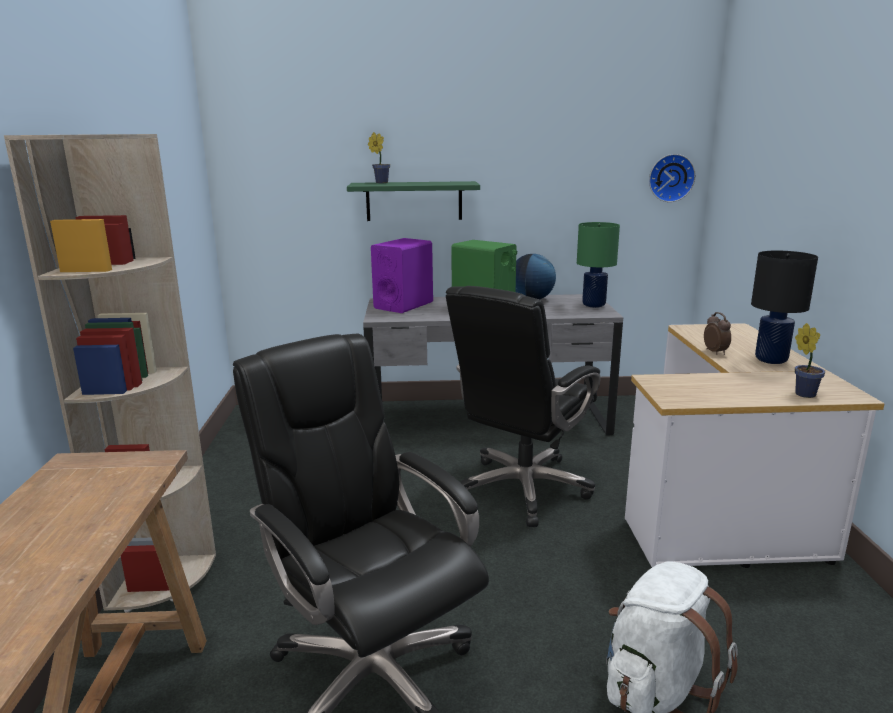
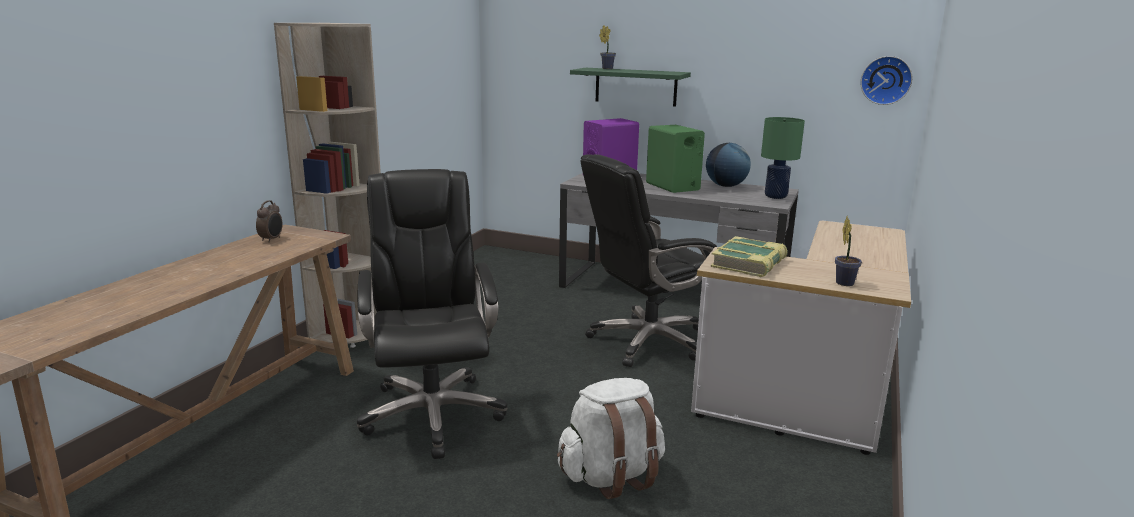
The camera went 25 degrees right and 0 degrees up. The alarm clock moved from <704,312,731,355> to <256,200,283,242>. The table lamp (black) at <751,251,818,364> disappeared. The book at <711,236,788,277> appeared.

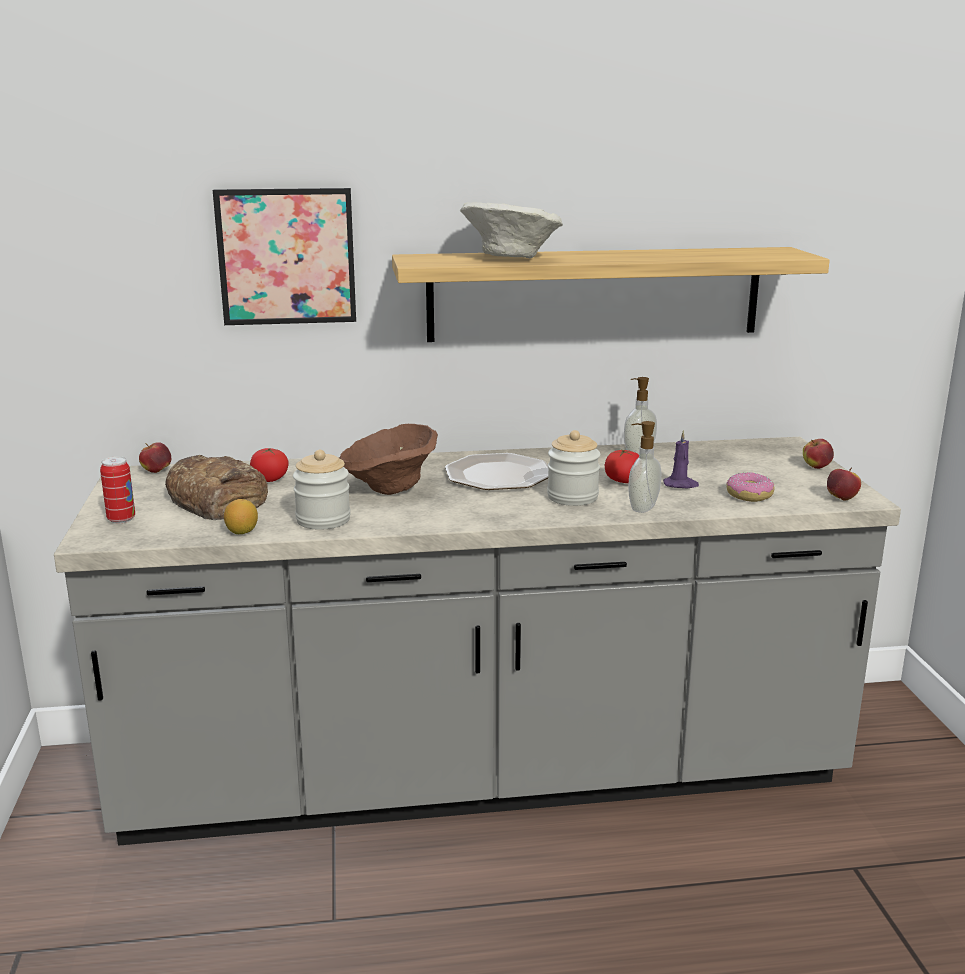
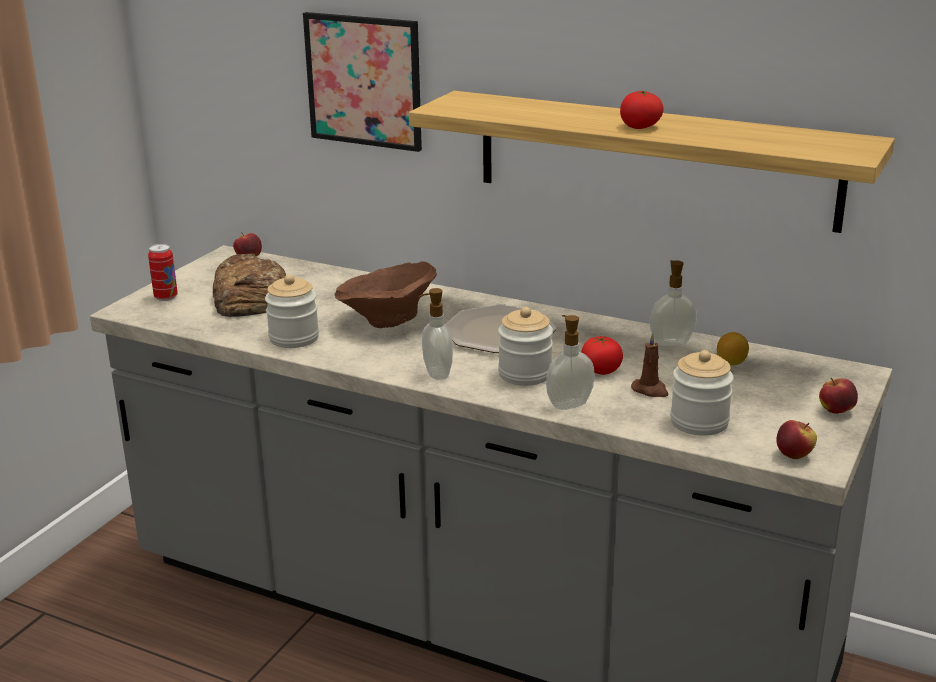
The camera went 35 degrees right and 5 degrees up. The lemon moved from <224,499,258,534> to <717,332,749,365>. The tomato moved from <250,448,288,482> to <620,91,664,129>. The bowl (beige) at <460,202,563,258> disappeared. The candle (purple) at <663,430,699,488> became the candle (brown) at <631,332,669,397>. The donut at <727,472,774,502> was replaced by the jar at <670,350,734,436>. The soap dispenser at <418,288,453,380> appeared.

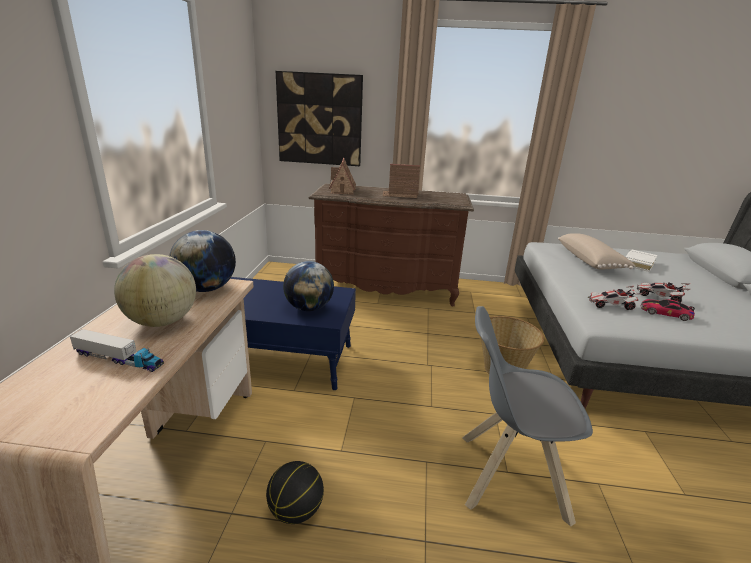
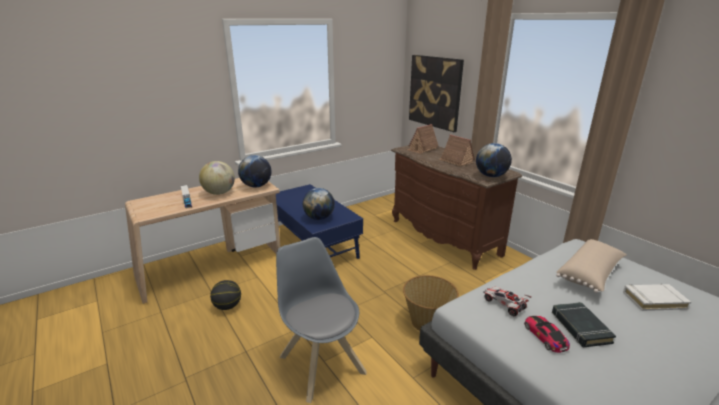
The camera went 50 degrees right and 0 degrees up. The toy car at <637,282,690,303> was replaced by the book (black) at <552,302,616,347>. The globe at <476,143,512,177> appeared.

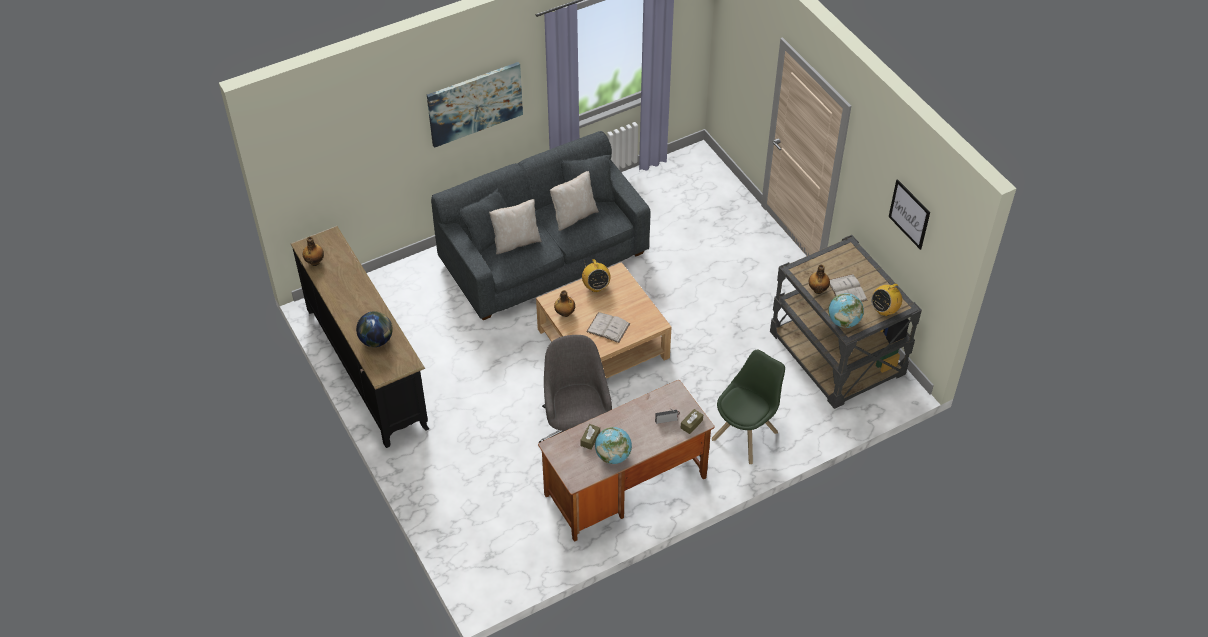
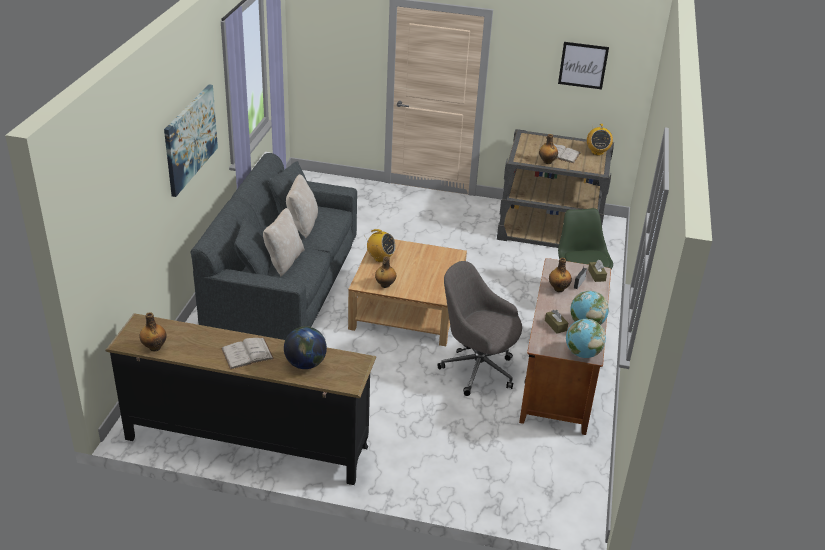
The camera went 50 degrees left and 15 degrees down. The book (white) moved from <586,312,630,343> to <221,338,274,369>. The globe moved from <828,293,864,328> to <566,319,606,358>. The bottle at <549,258,572,292> appeared.

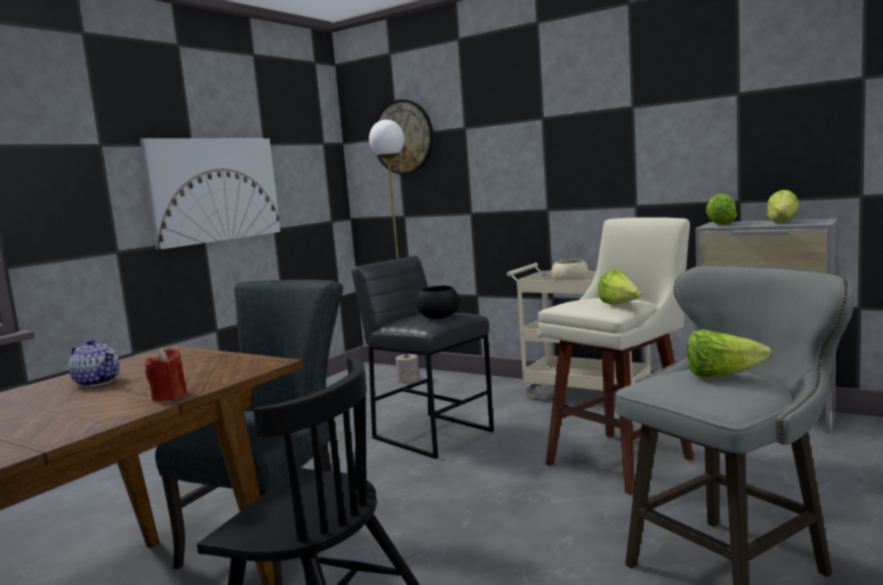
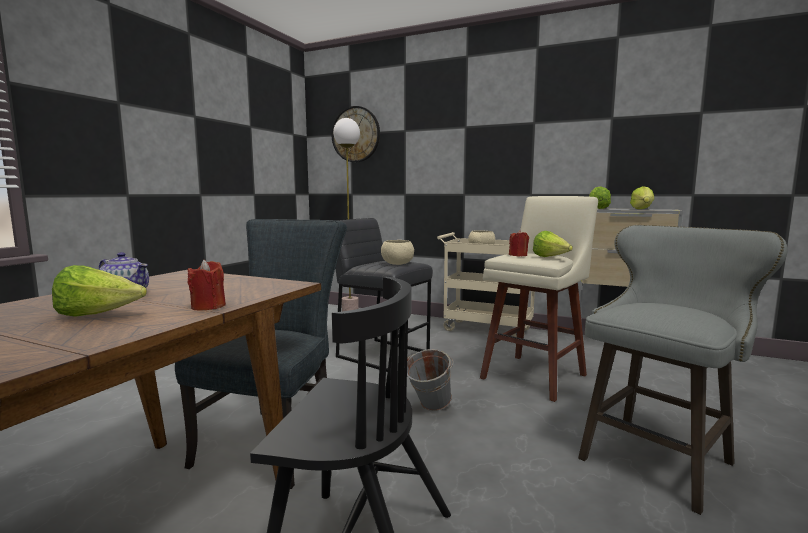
The camera went 10 degrees left and 0 degrees up. The picture at <140,138,281,250> disappeared. The bowl (black) at <416,286,459,319> became the bowl (beige) at <381,240,414,265>. The lettuce moved from <687,330,771,377> to <52,265,147,317>. The bucket (grey) at <407,349,454,411> appeared. The candle (red) at <509,230,529,256> appeared.

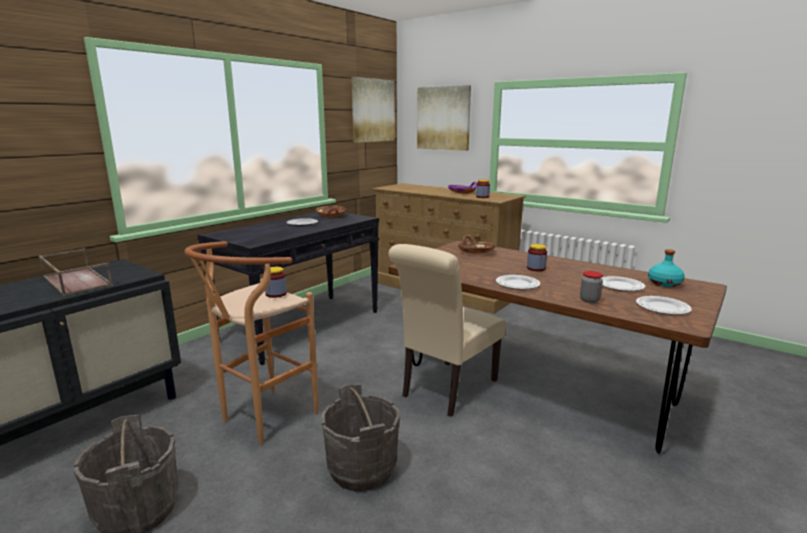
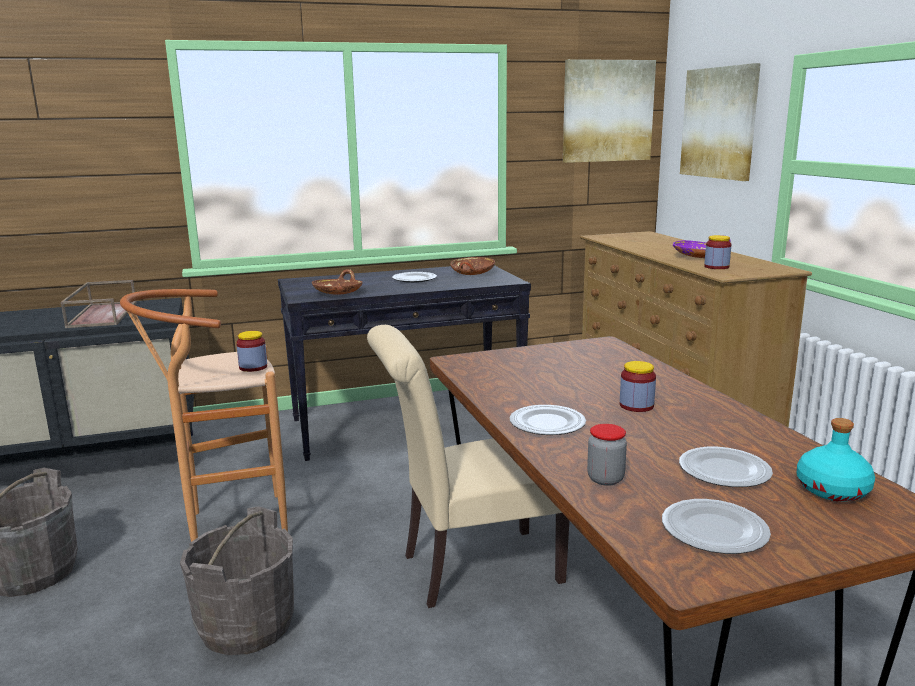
The camera went 35 degrees right and 0 degrees up. The bowl (brown) moved from <458,235,495,254> to <312,269,363,295>.

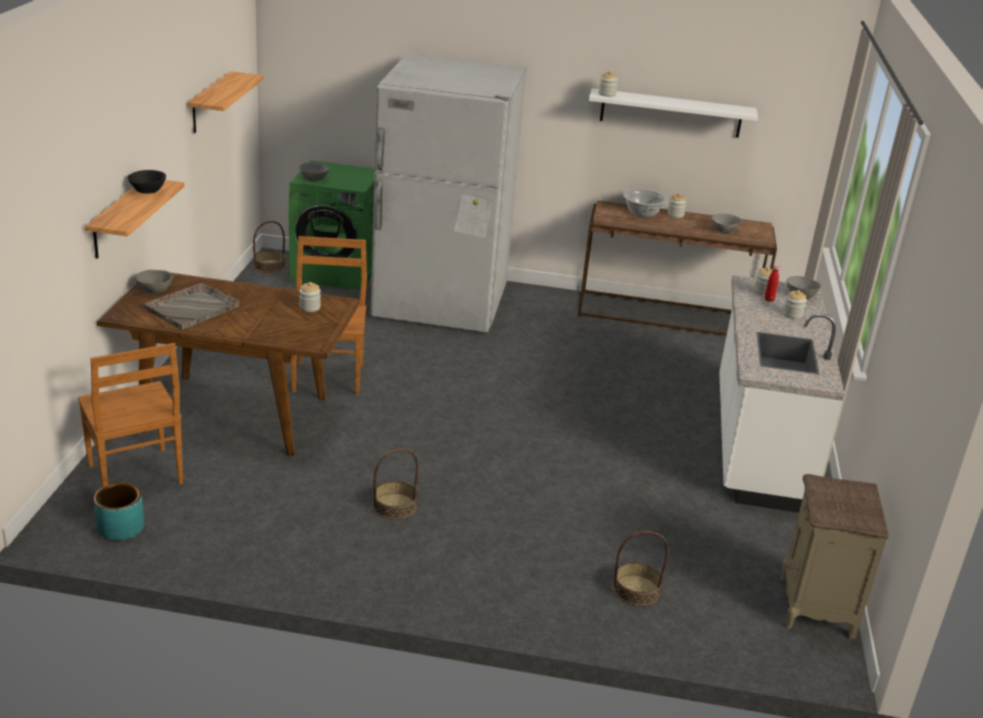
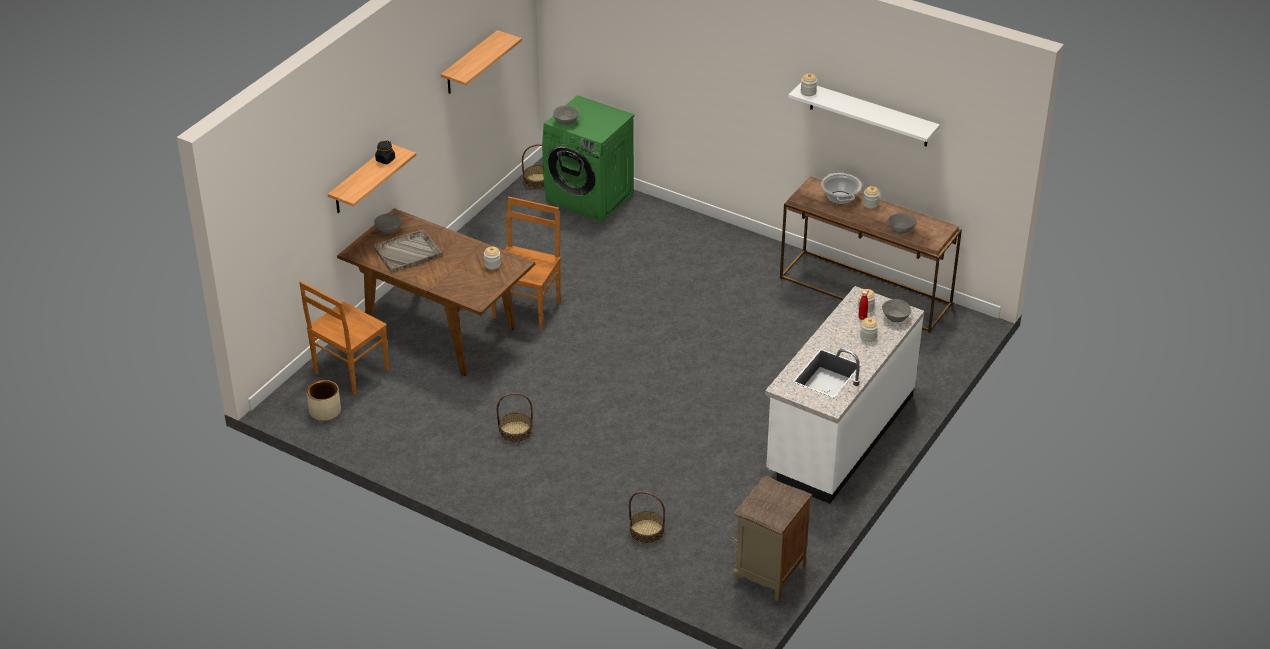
The camera went 25 degrees right and 10 degrees up. The chair (brown) at <78,343,183,488> turned 45 degrees clockwise. The planter (turquoise) at <94,483,144,541> became the planter (beige) at <307,380,341,421>. The bowl (black) at <127,170,166,194> was replaced by the jar (black) at <375,140,395,164>. The fridge (white) at <371,53,527,332> disappeared.

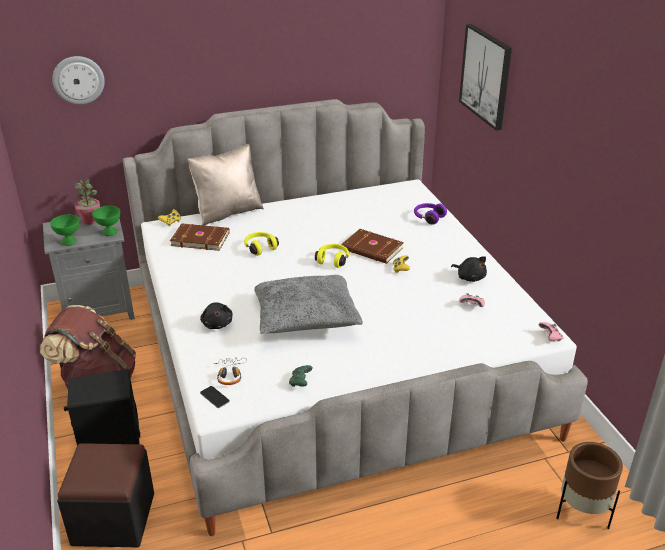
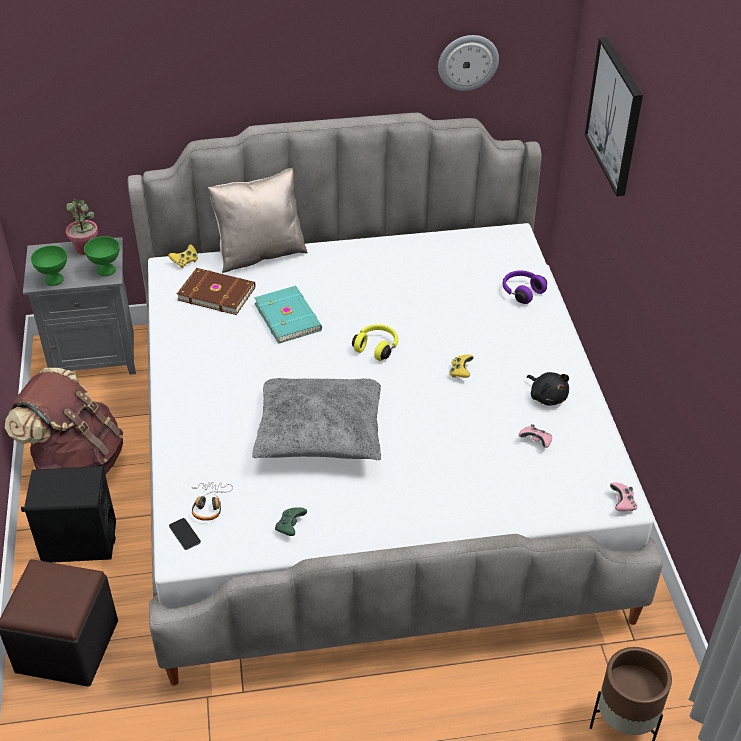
The camera went 10 degrees right and 10 degrees up. The wall clock moved from <52,56,105,104> to <438,35,499,91>. The plush toy (black) at <200,302,233,329> disappeared. The headphones (yellow) at <244,232,279,256> was replaced by the book (turquoise) at <254,286,322,344>. The book (brown) at <342,229,404,264> disappeared.

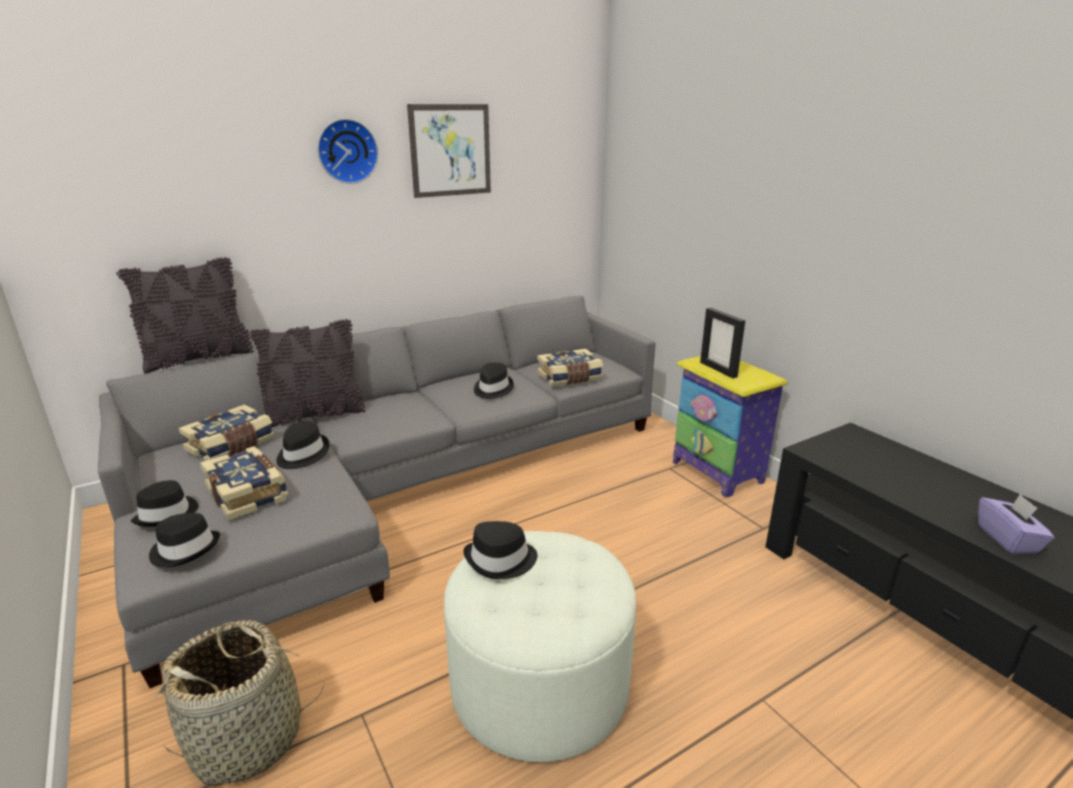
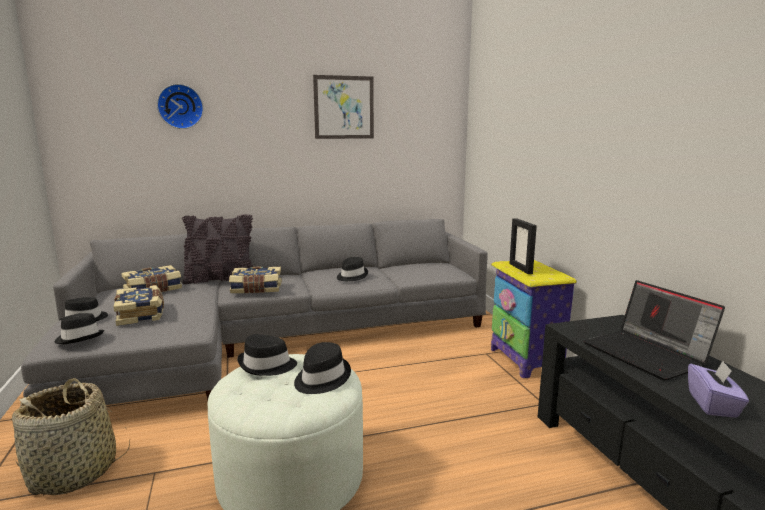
The camera went 15 degrees right and 10 degrees down. The pillow (black) at <116,257,254,374> disappeared. The hat (black) moved from <276,421,329,469> to <294,342,351,394>. The wall clock moved from <317,119,378,184> to <157,84,204,129>. The book moved from <537,349,603,387> to <229,267,282,293>. The laptop at <583,280,725,380> appeared.

